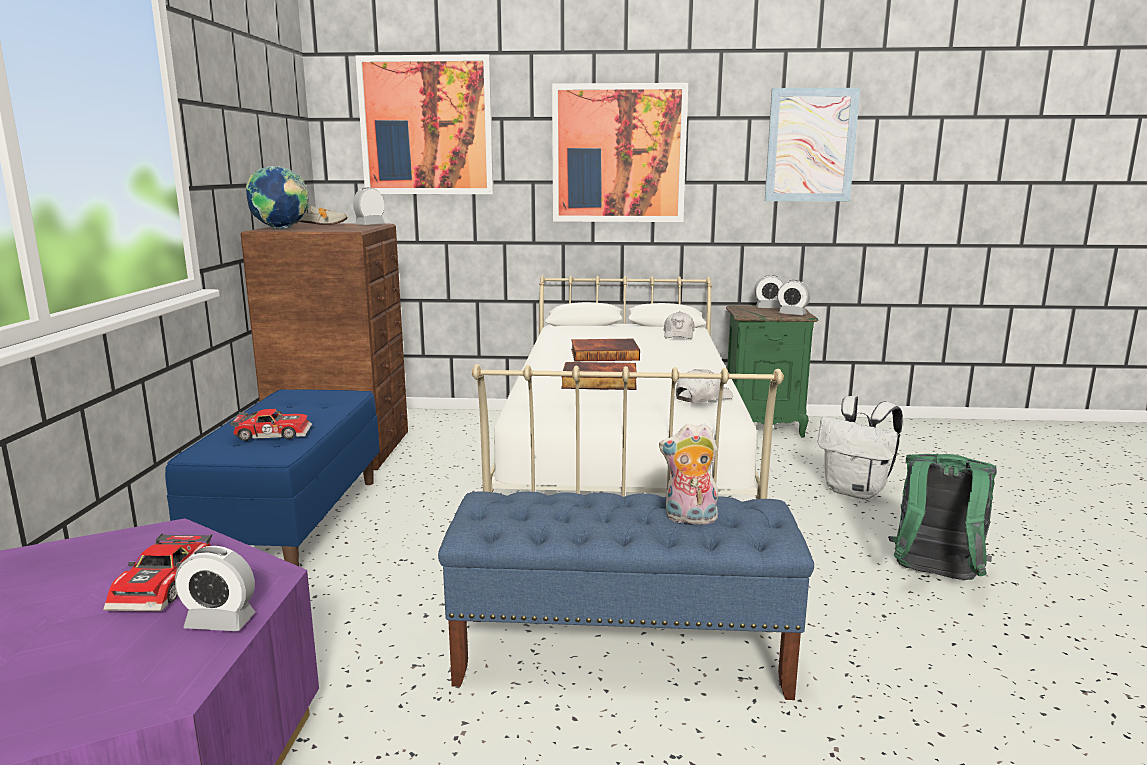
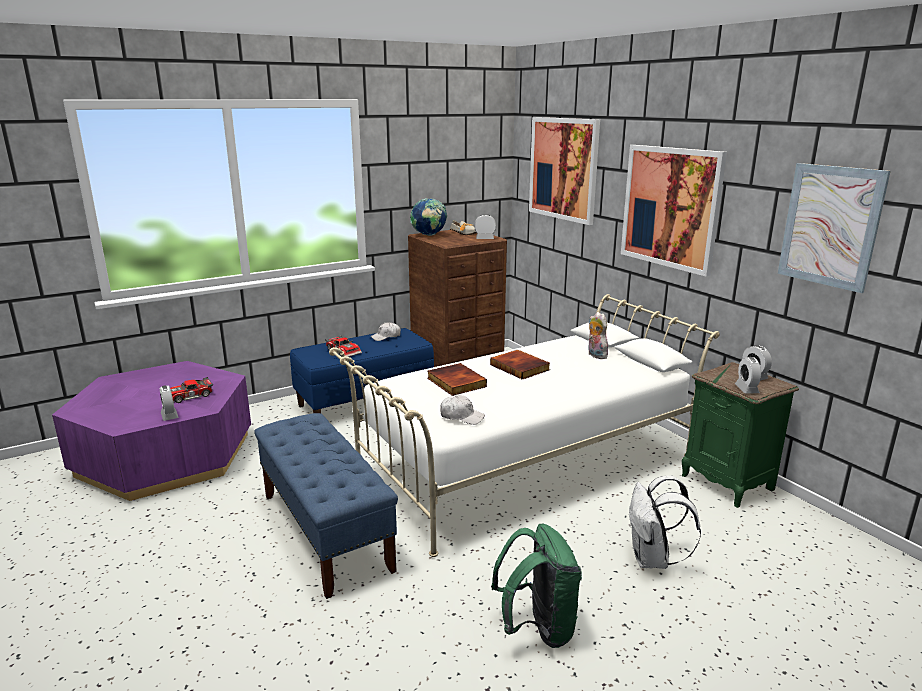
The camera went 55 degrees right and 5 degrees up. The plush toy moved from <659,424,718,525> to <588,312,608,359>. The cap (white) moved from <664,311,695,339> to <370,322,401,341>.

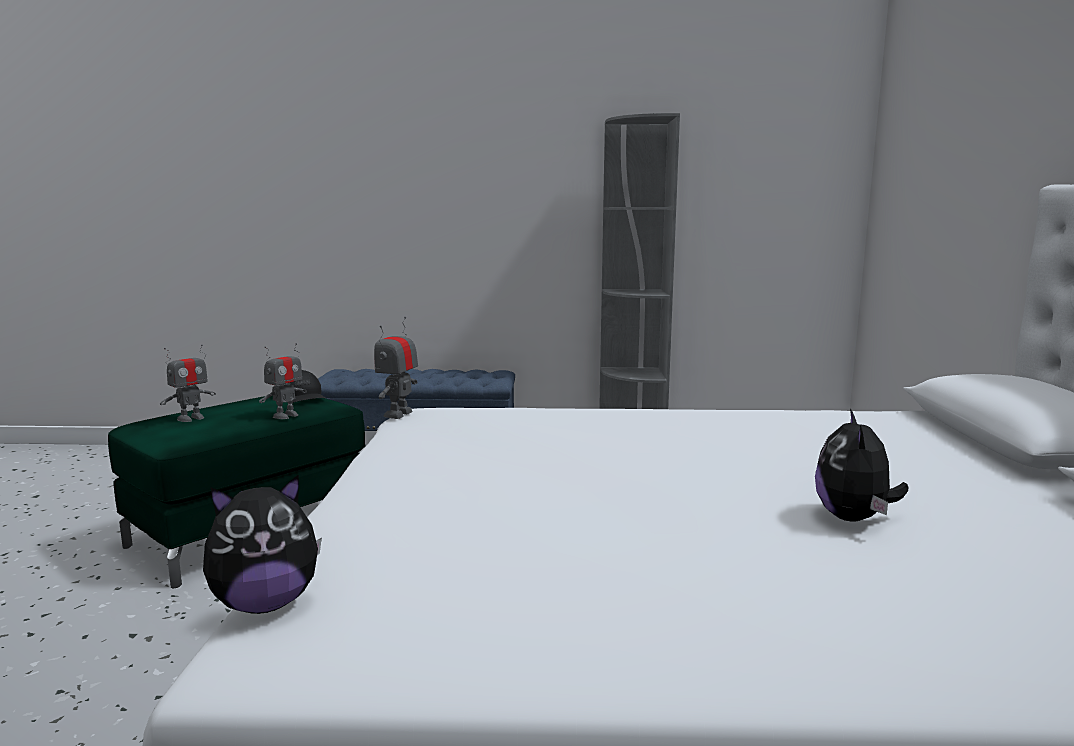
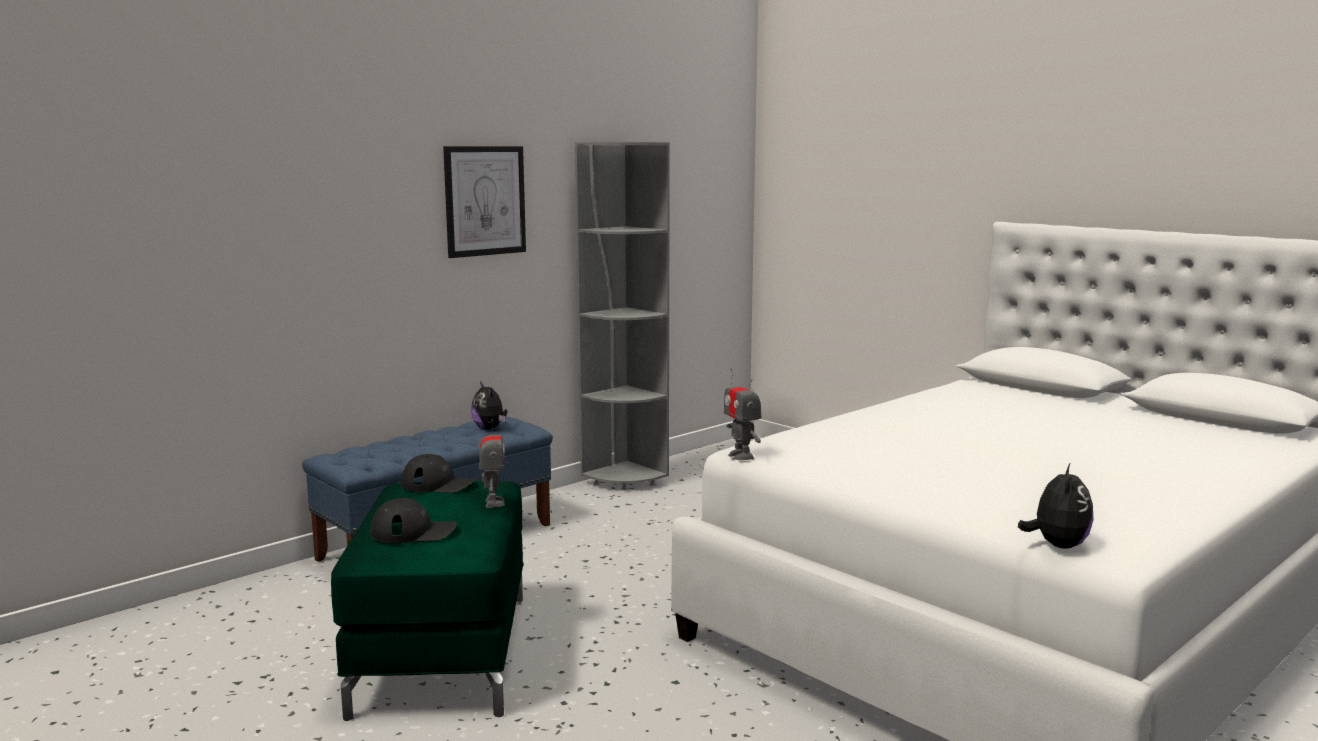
The camera went 45 degrees left and 0 degrees up. The toy robot at <160,345,216,422> was replaced by the cap (black) at <370,498,457,544>. The plush toy moved from <815,409,909,521> to <471,382,508,430>. The picture at <443,146,526,258> appeared.

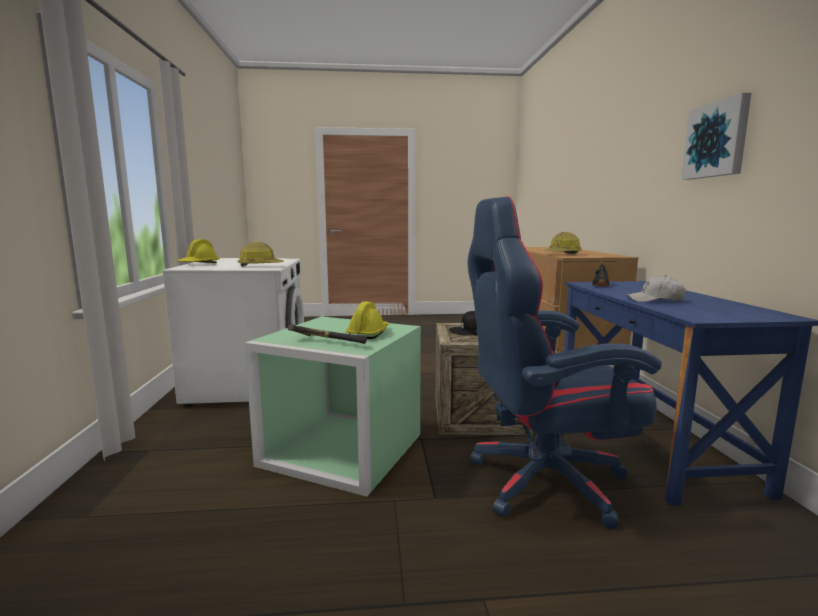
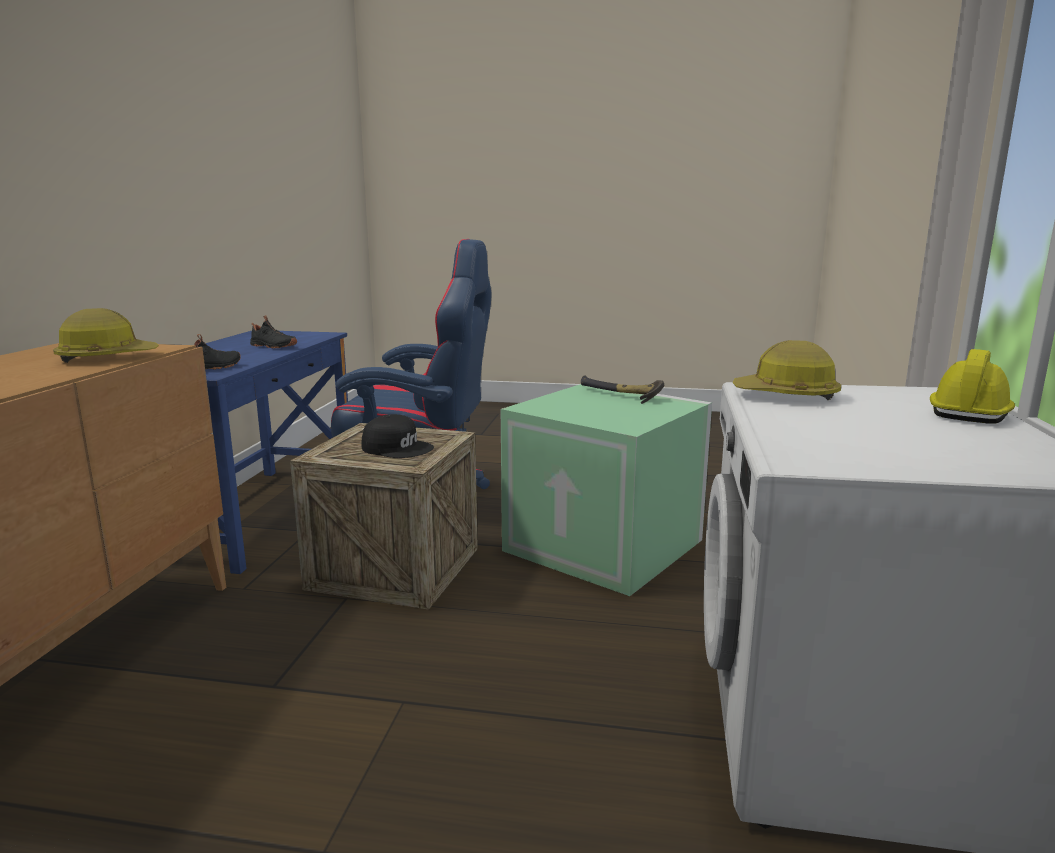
The camera went 165 degrees left and 5 degrees up. The hard hat (yellow) at <346,301,389,339> disappeared. The cap (white) at <627,275,686,302> was replaced by the shoe (black) at <250,315,297,348>. The picture at <681,93,751,180> disappeared.

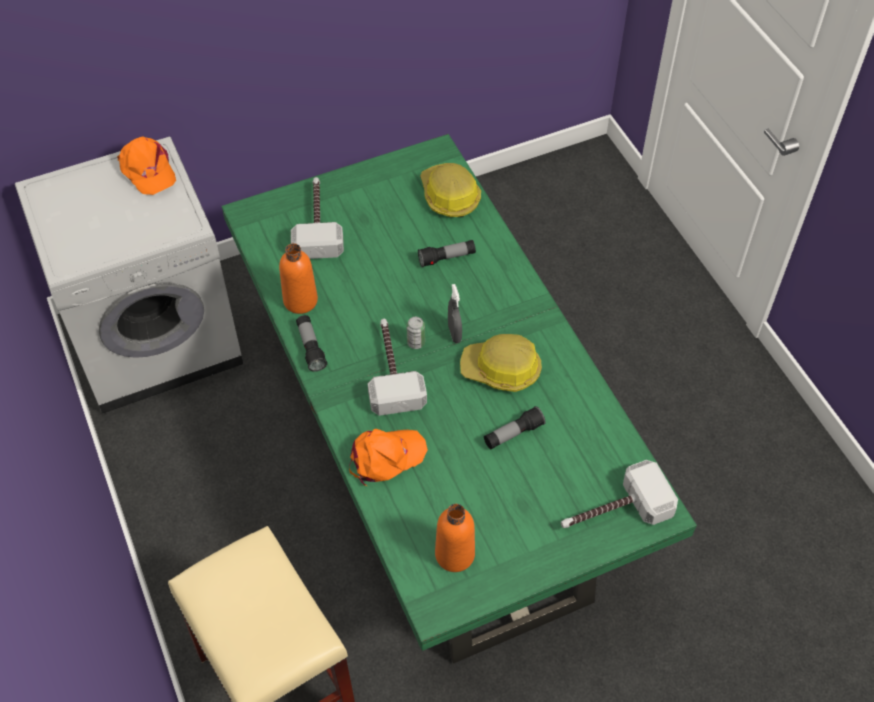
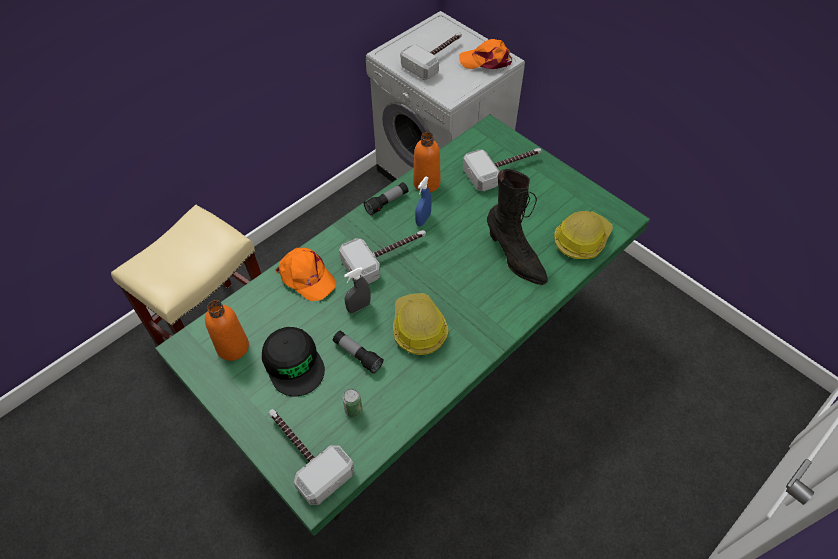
The camera went 70 degrees right and 0 degrees up. The cap (orange) at <117,136,176,195> turned 60 degrees clockwise. The can moved from <406,317,425,349> to <342,389,362,417>. The flashlight at <418,240,476,267> was replaced by the boot (black) at <487,169,548,285>. The spray bottle (grey) moved from <448,284,462,343> to <344,267,371,313>. The cap (black) at <262,327,325,396> appeared. The hammer at <401,32,462,80> appeared. The spray bottle (blue) at <415,176,432,226> appeared.

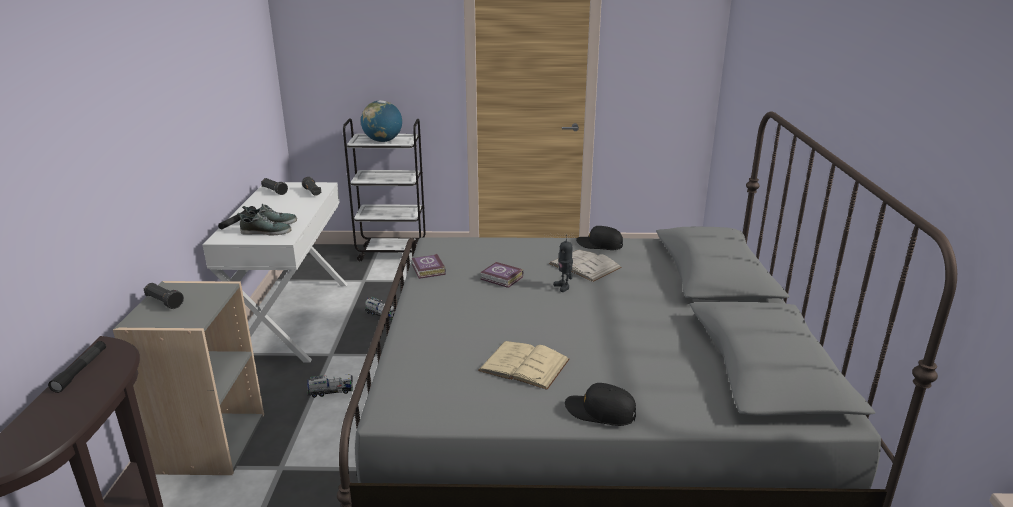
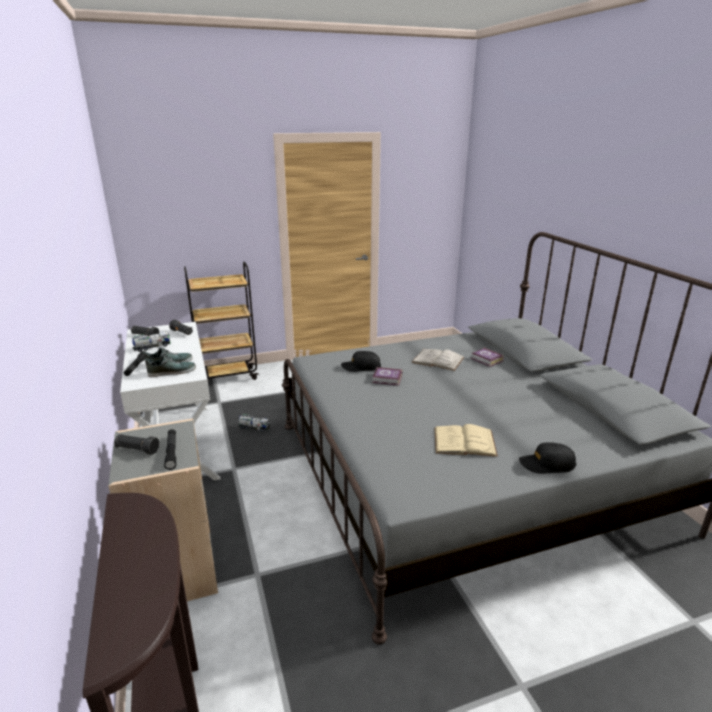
The camera went 20 degrees left and 0 degrees up. The flashlight (black) moved from <48,341,106,393> to <164,429,176,470>. The toy truck moved from <307,374,353,398> to <132,332,170,352>. The cart (white) at <343,119,426,261> became the cart (brown) at <184,261,259,382>. The globe at <361,100,402,142> disappeared. The book moved from <412,254,446,279> to <471,348,504,367>. The toy robot at <553,235,573,292> disappeared. The cap (black) moved from <576,226,623,250> to <341,351,381,372>.

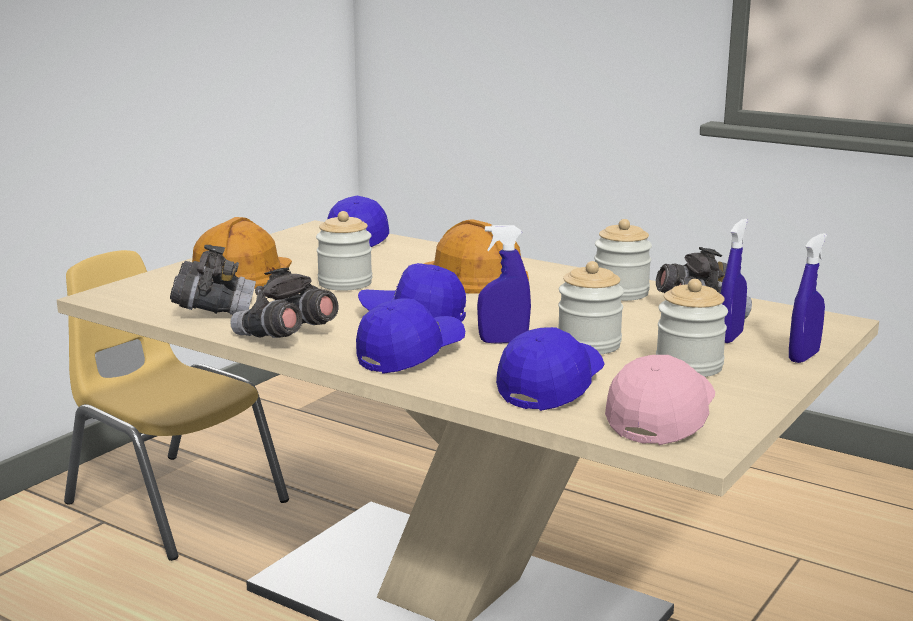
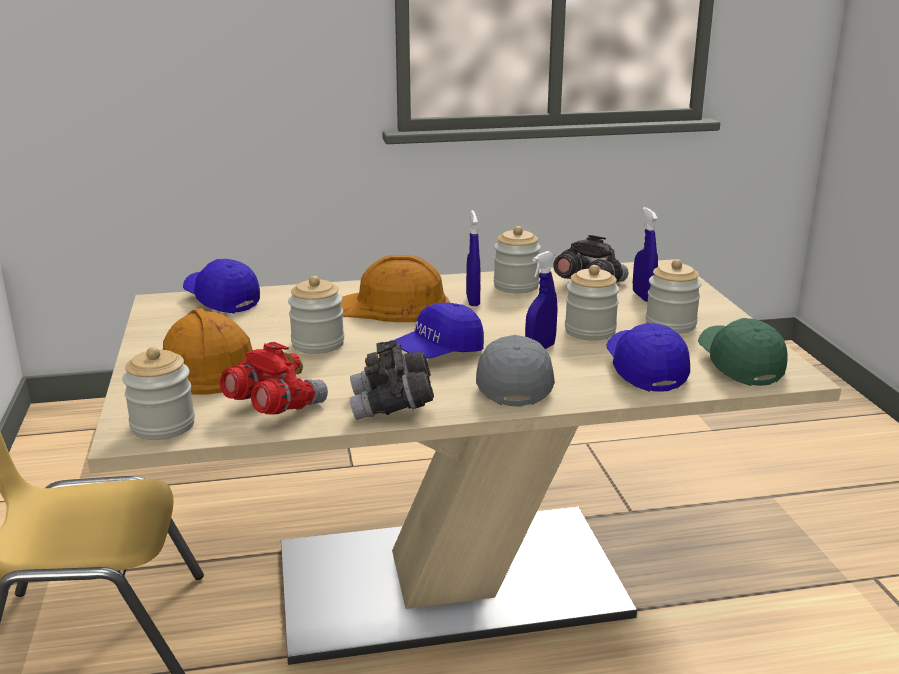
The camera went 45 degrees left and 5 degrees up. The binoculars (grey) at <170,245,256,315> became the binoculars (red) at <220,342,328,415>. The cap (blue) at <356,298,465,374> became the cap (grey) at <476,335,555,406>. The cap (pink) at <605,355,715,445> became the cap (green) at <698,318,788,386>. The spray bottle (blue) moved from <789,233,827,363> to <466,210,481,306>. The jar at <122,347,195,440> appeared.

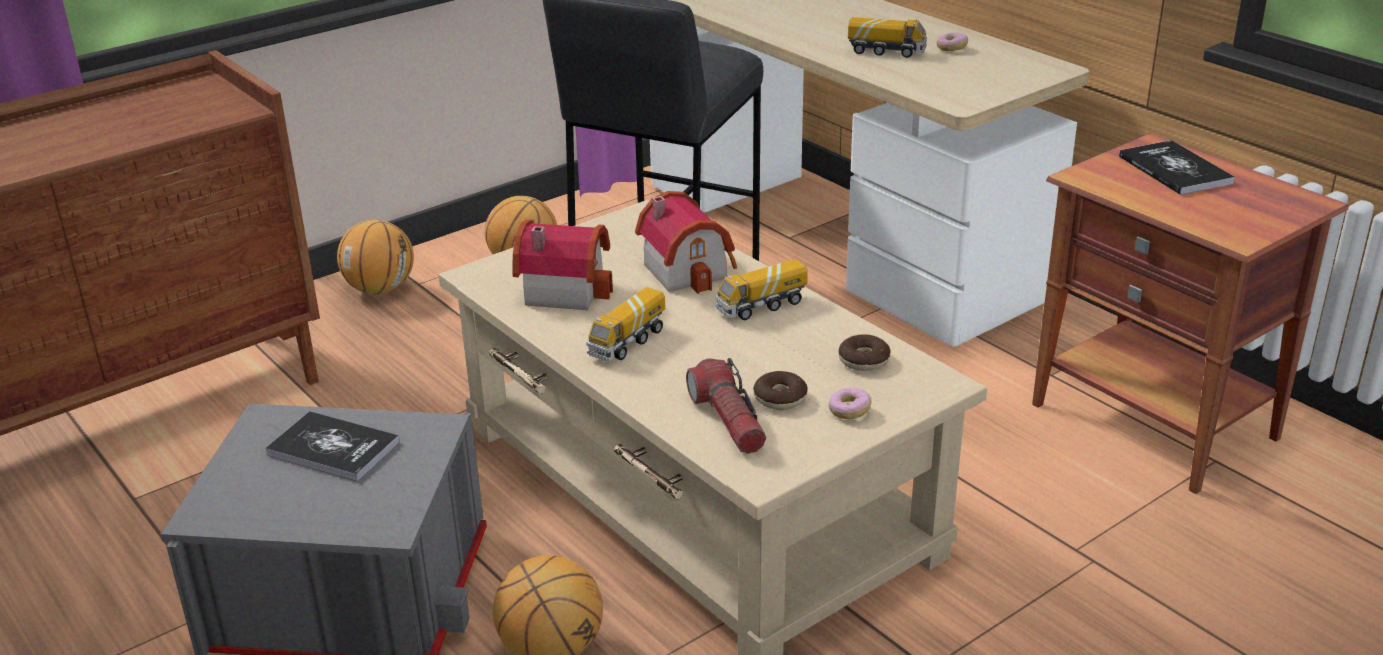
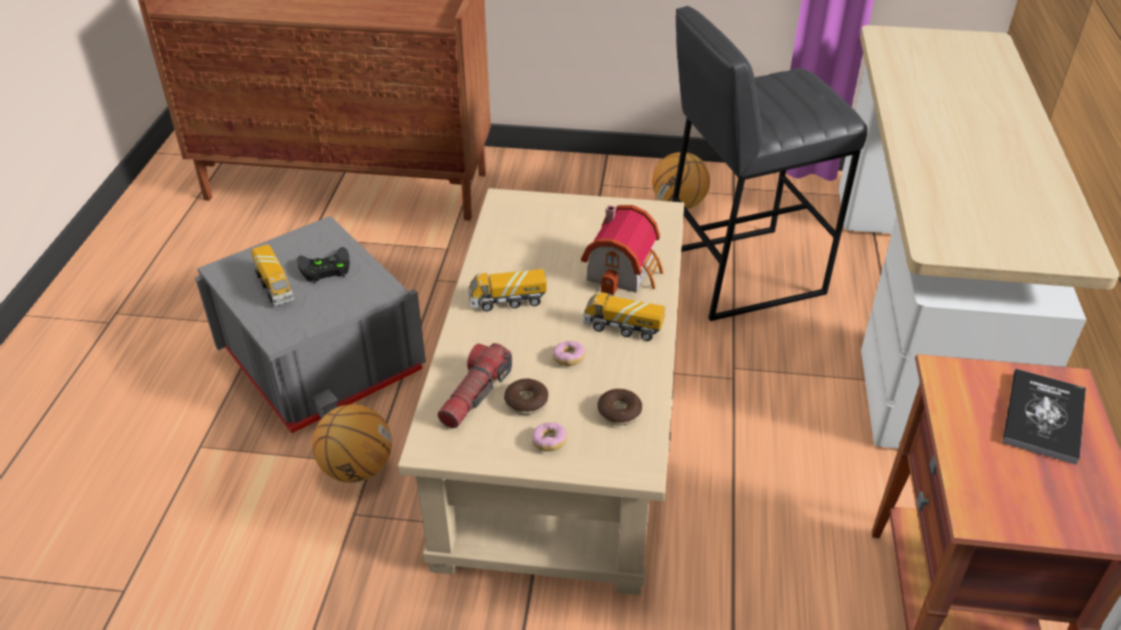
The camera went 45 degrees right and 10 degrees up. The book at <265,411,399,481> was replaced by the game controller (black) at <297,247,350,284>. The basketball at <337,220,414,295> disappeared. The toy house at <512,220,613,310> disappeared. The toy truck moved from <848,17,927,58> to <251,244,294,306>. The donut moved from <937,32,968,51> to <552,341,585,366>.

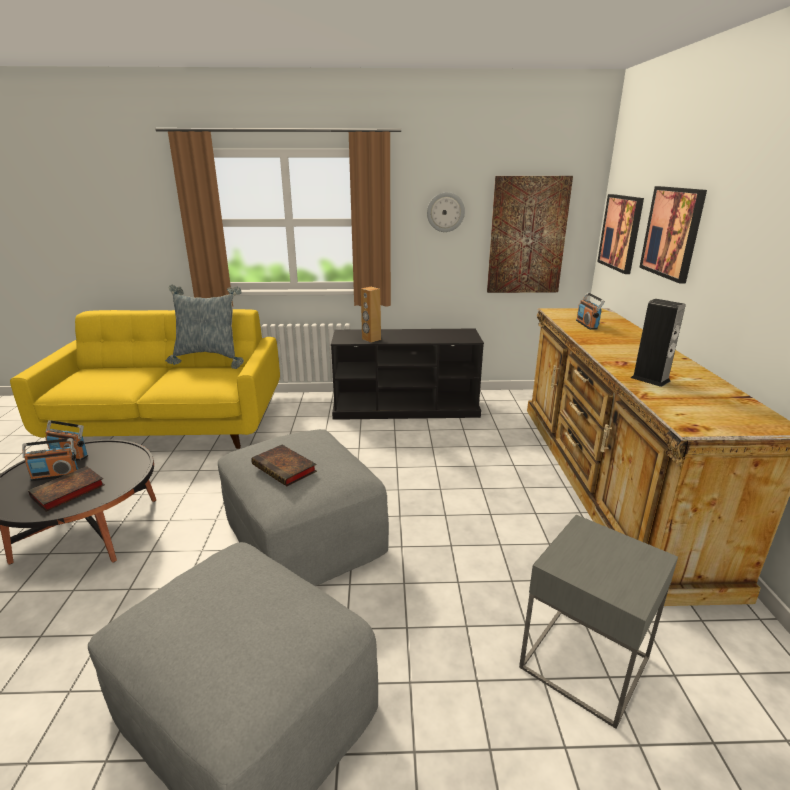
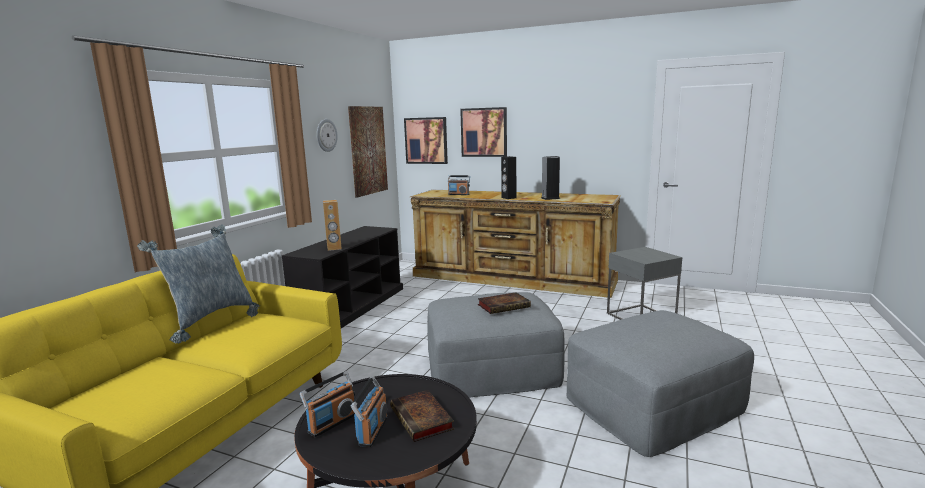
The camera went 65 degrees left and 10 degrees down. The speaker (black) at <501,156,517,199> appeared.

